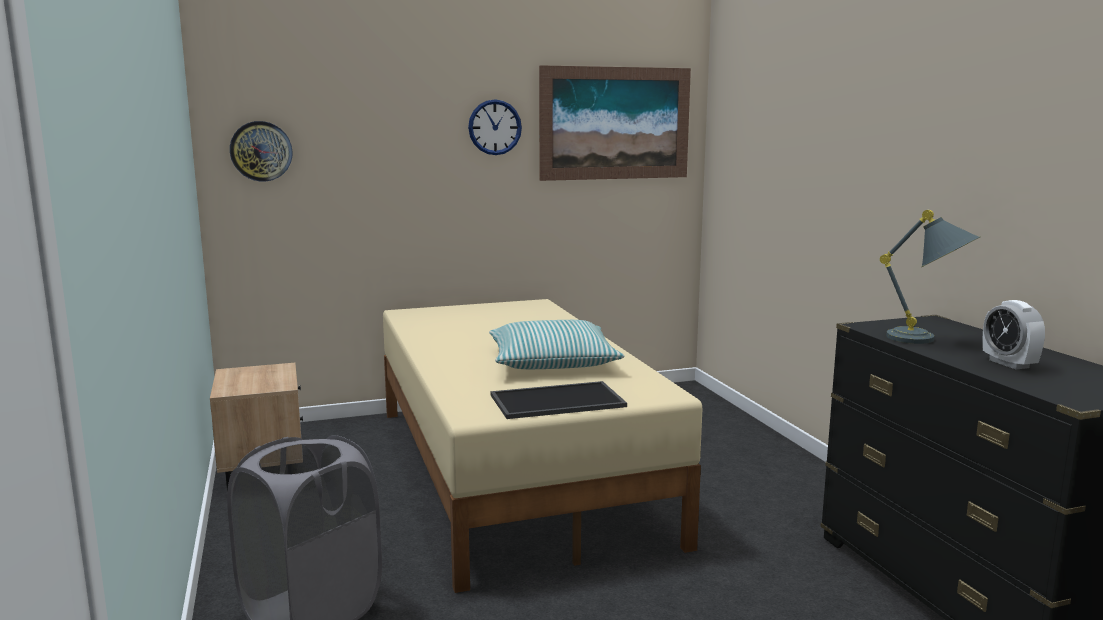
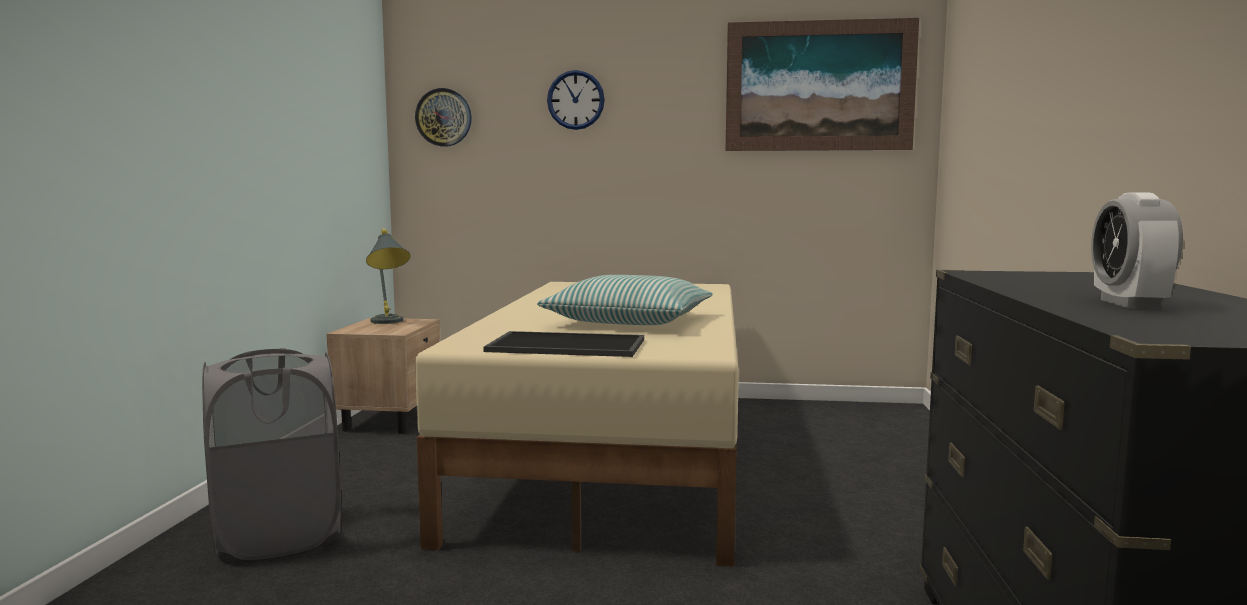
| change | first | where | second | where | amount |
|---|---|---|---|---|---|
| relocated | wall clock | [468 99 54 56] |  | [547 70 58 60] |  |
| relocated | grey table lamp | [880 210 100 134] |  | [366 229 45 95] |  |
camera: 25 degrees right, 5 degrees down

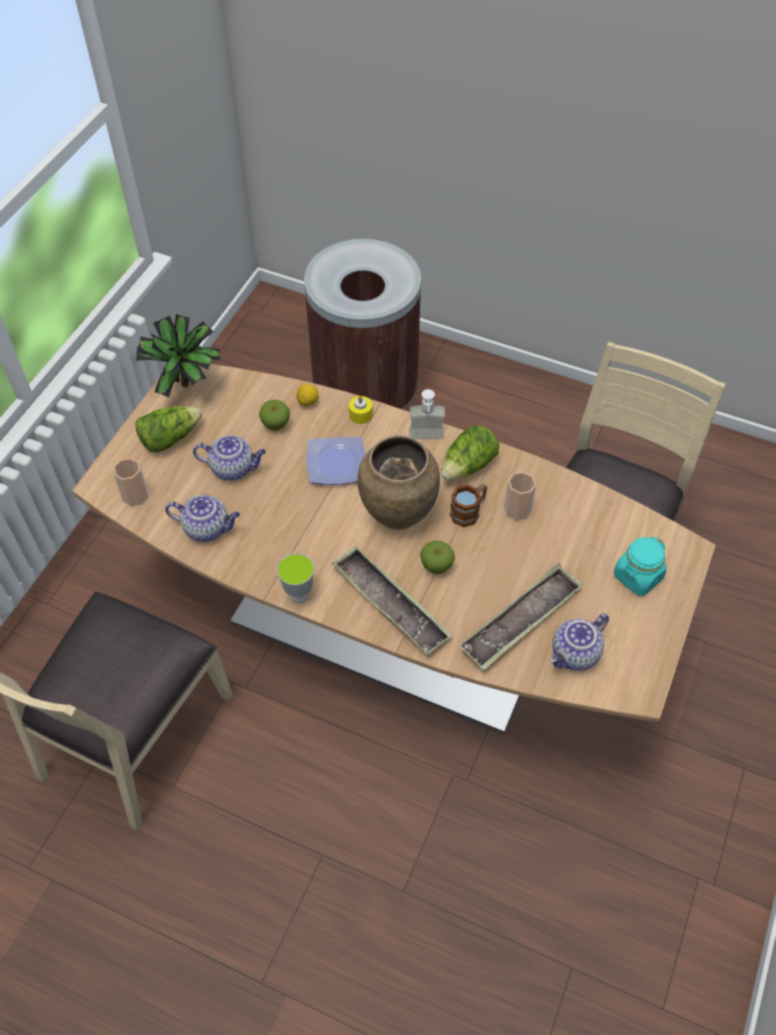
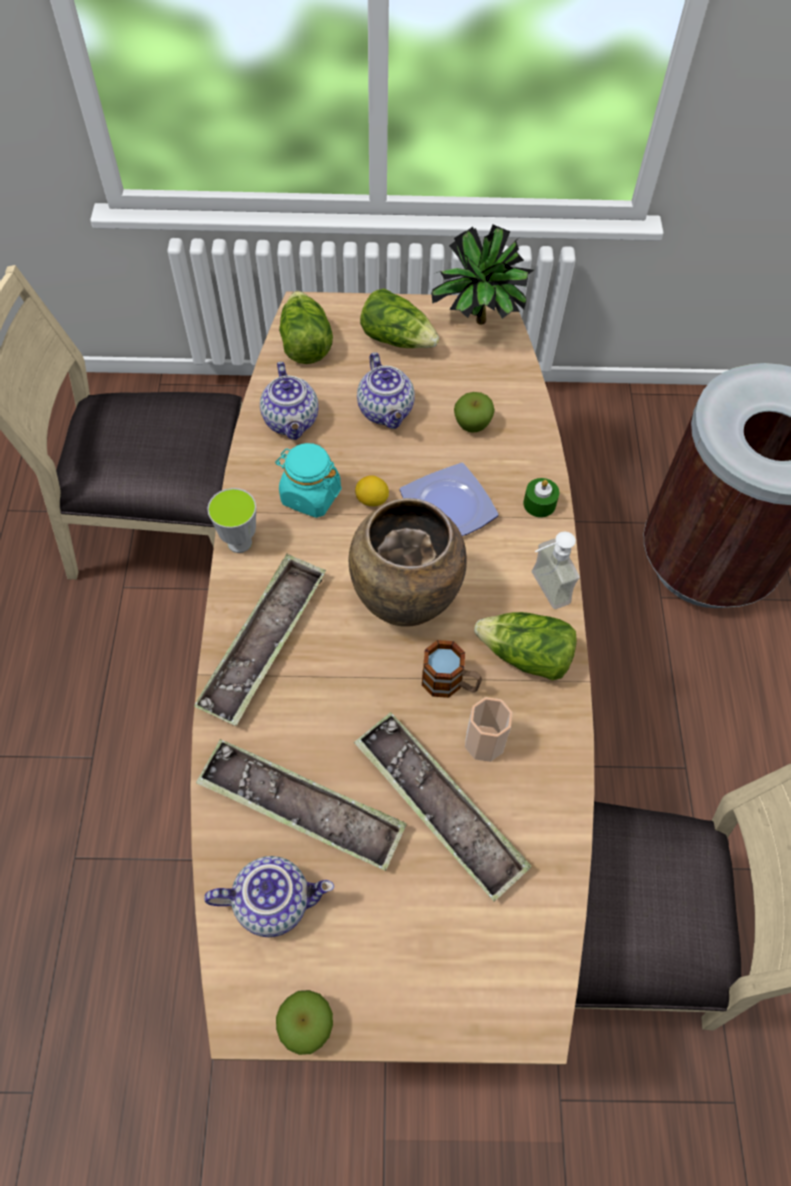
| change | first | where | second | where | amount |
|---|---|---|---|---|---|
| exchanged | cup | [113 458 36 48] | lettuce | [279 291 54 73] |  |
| relocated | lemon | [296 384 23 22] |  | [355 475 34 31] |  |
| colour | yellow candle | [349 396 24 28] | green candle | [523 478 36 40] |  |
| relocated | apple | [420 541 35 33] |  | [276 990 57 65] |  |
| spun | teapot | [549 613 60 58] |  | [204 856 130 81] | 150 degrees clockwise |
| relocated | turquoise jar | [614 537 52 59] |  | [275 443 66 75] |  |
| appeared |  |  | tray | [354 712 177 190] |  |
camera: 65 degrees right, 5 degrees up

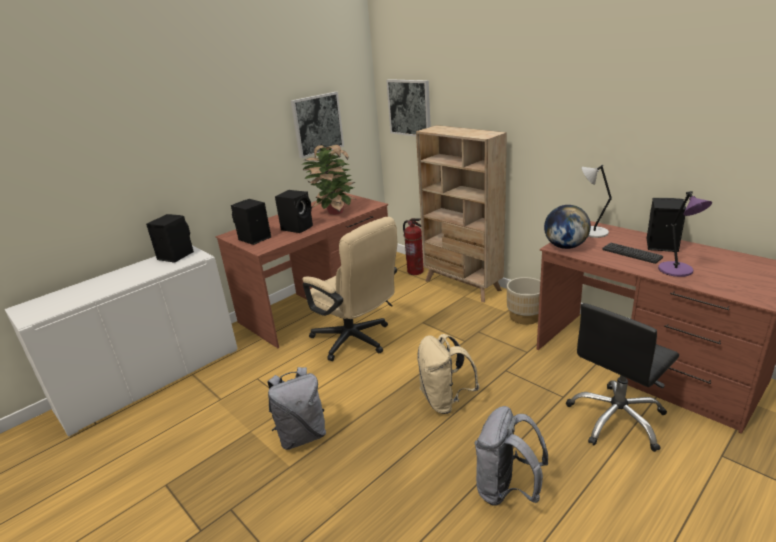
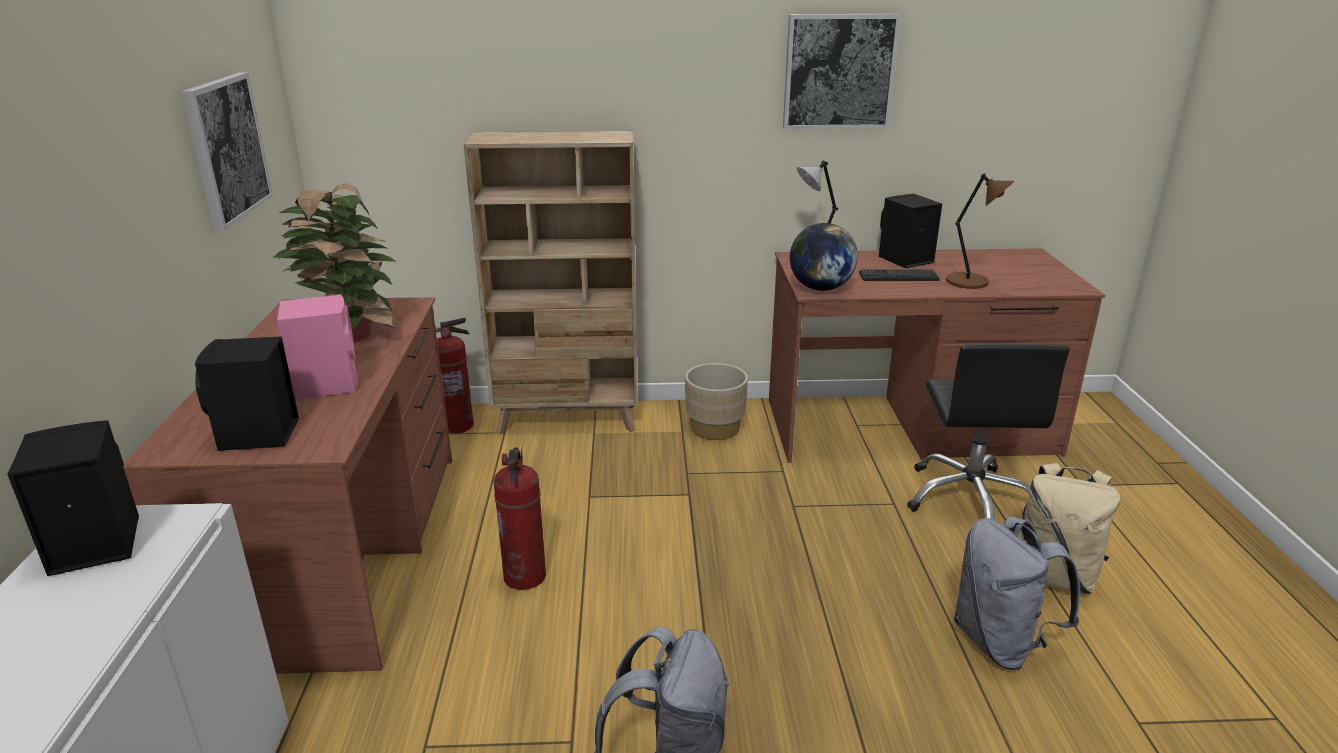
| change | first | where | second | where | amount |
|---|---|---|---|---|---|
| colour | black speaker | [275 190 38 43] | pink speaker | [277 294 81 106] |  |
| exchanged | beige office chair | [303 217 94 144] | fire extinguisher | [494 447 52 143] |  |
| relocated | picture | [386 79 45 58] |  | [783 14 118 115] |  |
| relocated | beige backpack | [417 334 62 80] |  | [1021 463 99 131] |  |
| colour | purple table lamp | [658 191 54 86] | brown table lamp | [946 173 68 116] |  |
camera: 50 degrees left, 0 degrees up

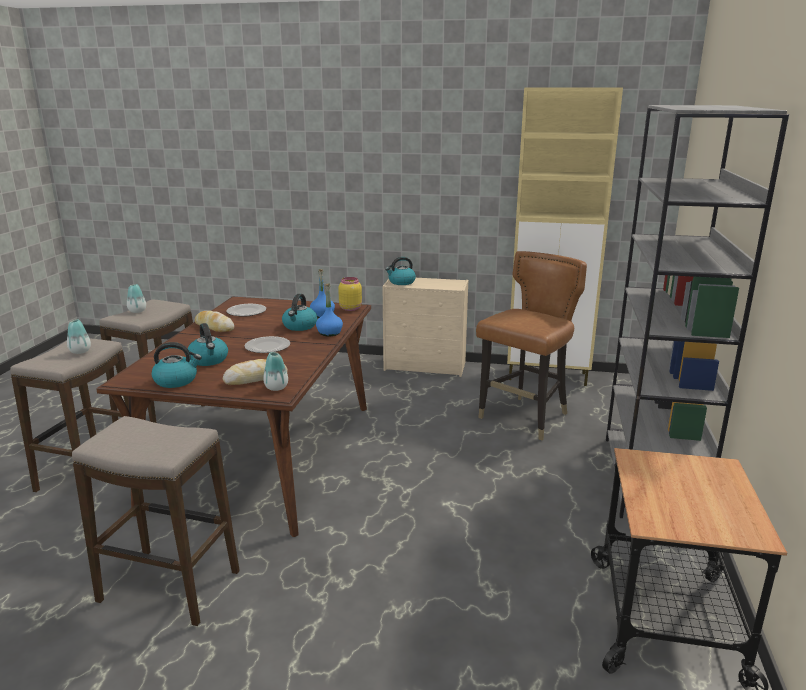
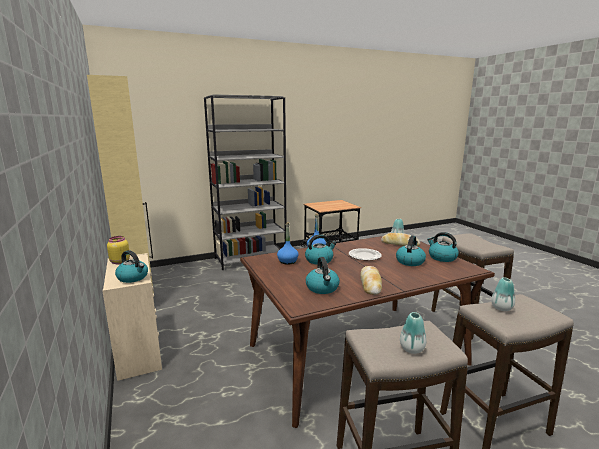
| change | first | where | second | where | amount |
|---|---|---|---|---|---|
| exchanged | plate | [226 304 40 13] | kettle | [306 257 34 37] |  |
| relocated | yellow jar | [338 277 24 34] |  | [107 236 23 28] |  |
| missing | brown chair | [476 251 111 189] |  |  |  |
camera: 125 degrees left, 5 degrees down

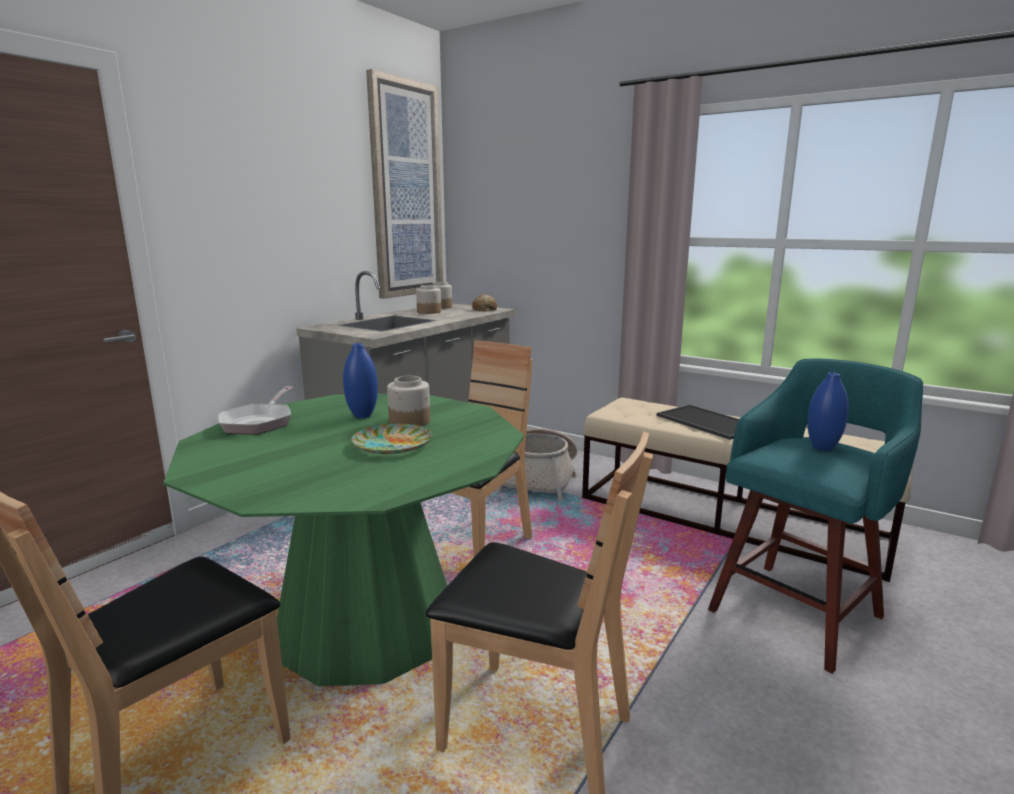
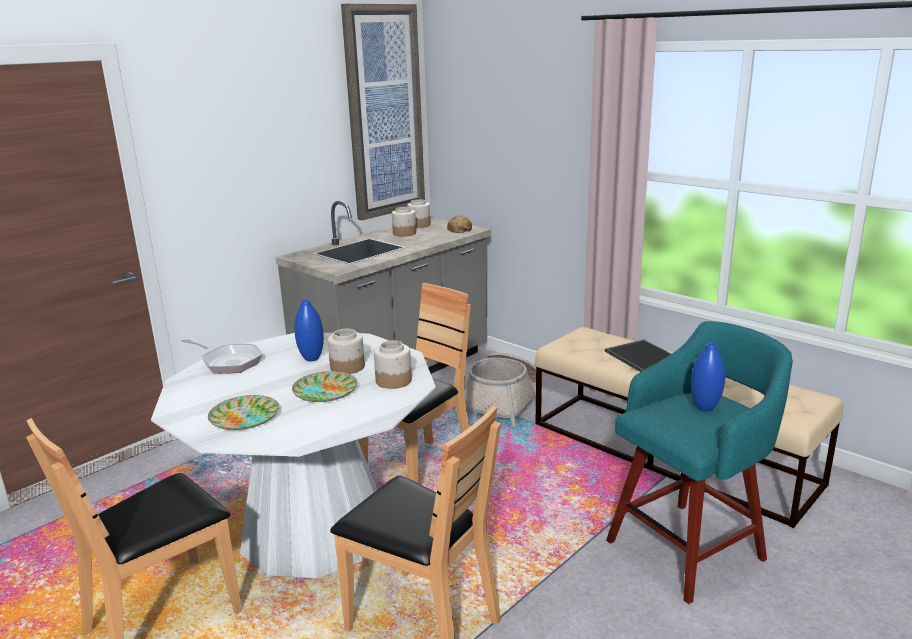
| change | first | where | second | where | amount |
|---|---|---|---|---|---|
| colour | green dining table | [164 394 360 292] | white dining table | [151 333 285 245] |  |
| spun | frying pan | [217 386 76 48] |  | [181 339 81 35] | 75 degrees counterclockwise |
| appeared |  |  | plate | [208 395 71 35] |  |
| appeared |  |  | jar | [374 340 38 49] |  |
camera: 10 degrees right, 5 degrees up

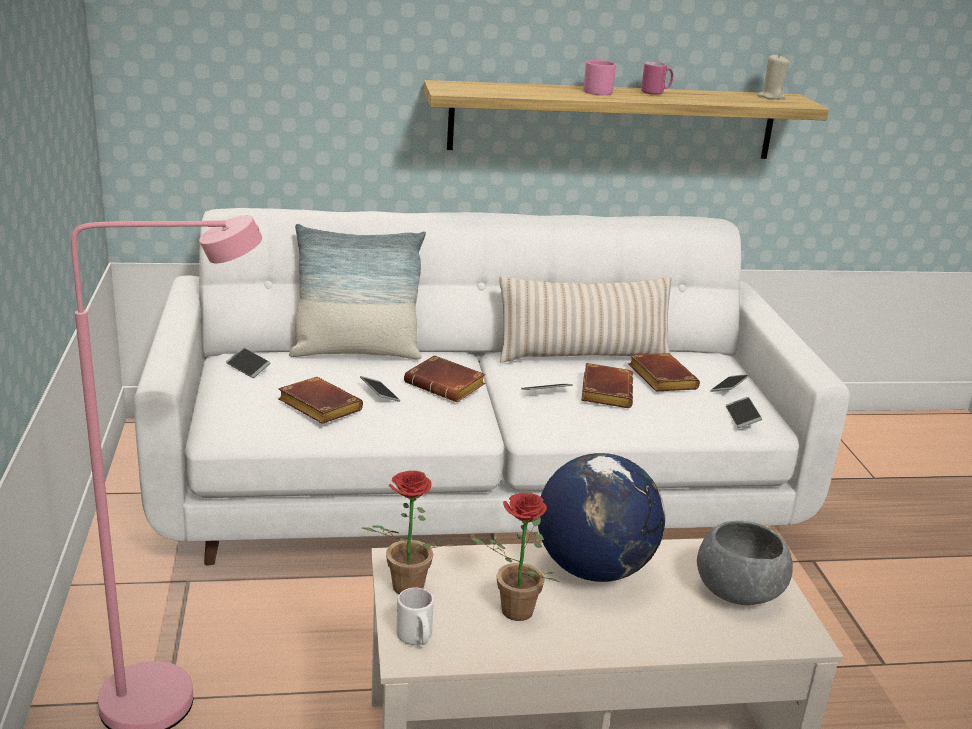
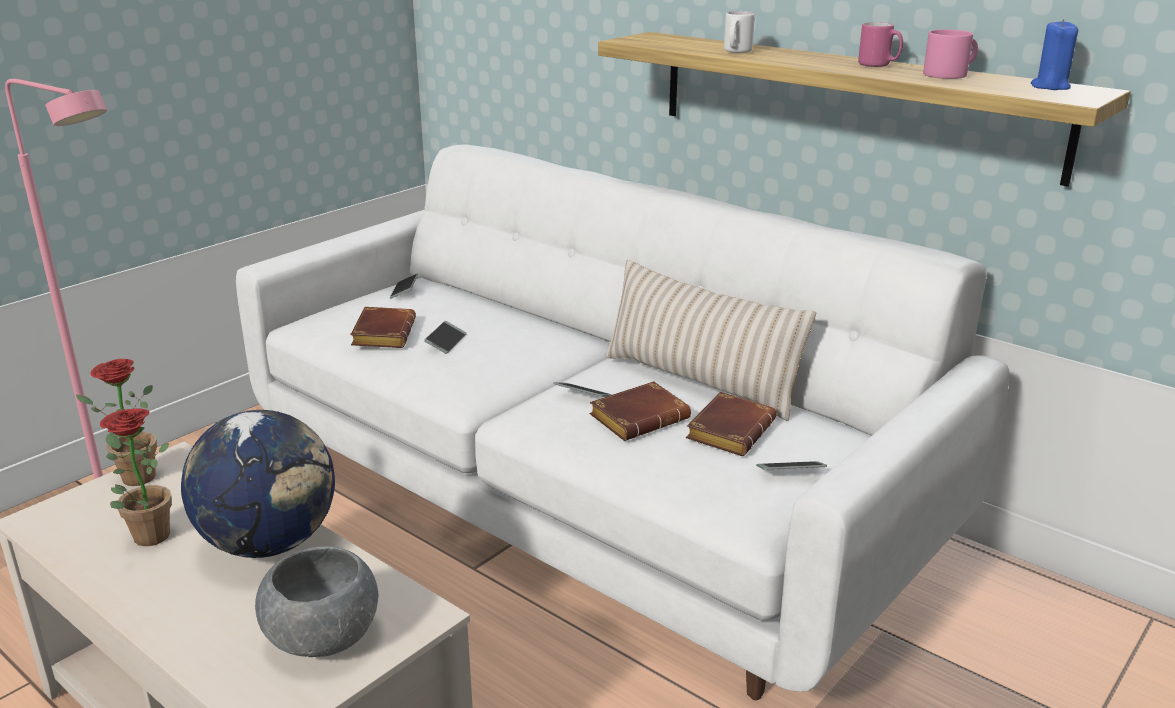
| change | first | where | second | where | amount |
|---|---|---|---|---|---|
| missing | pillow | [289 224 137 135] |  |  |  |
| relocated | white mug | [396 588 38 57] |  | [724 11 31 42] |  |
| missing | brown book | [404 355 82 47] |  |  |  |
| relocated | pink mug | [583 60 33 35] |  | [923 29 55 50] |  |
| missing | phone | [726 397 36 31] |  |  |  |
| colour | beige candle | [758 54 31 45] | blue candle | [1031 19 47 71] |  |
camera: 50 degrees right, 0 degrees up

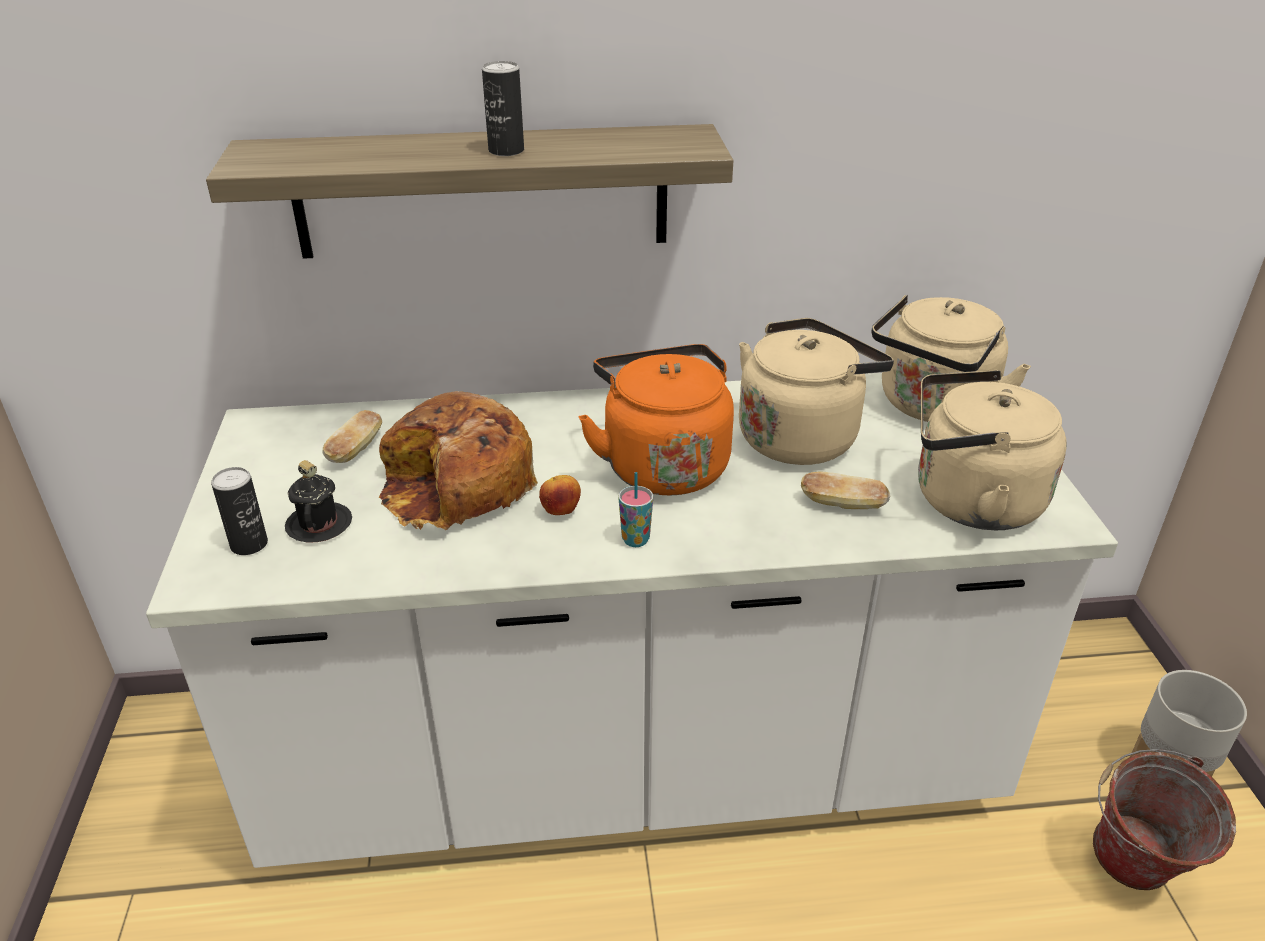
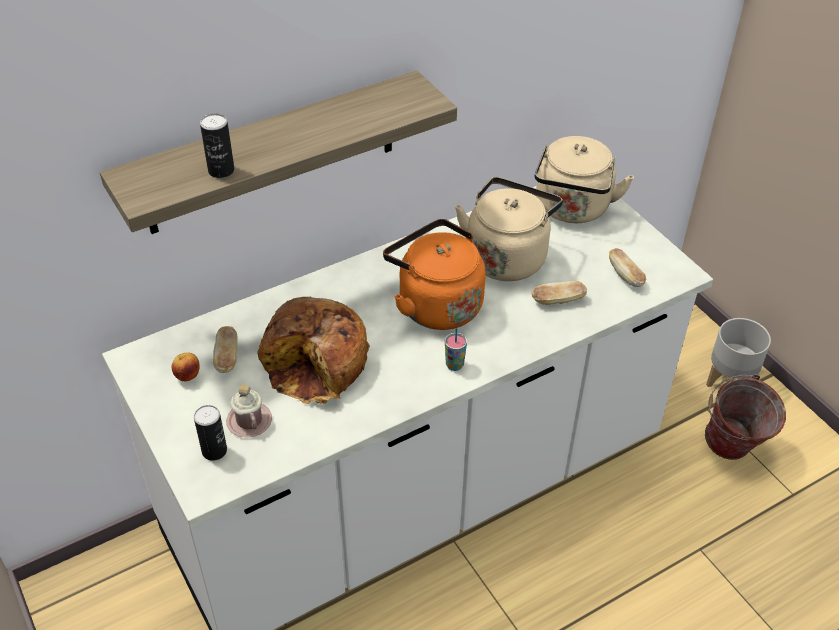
| change | first | where | second | where | amount |
|---|---|---|---|---|---|
| colour | black mug | [285 460 67 83] | pink mug | [226 385 46 53] |  |
| relocated | can | [482 61 42 95] |  | [200 113 34 65] |  |
| relocated | apple | [539 475 42 40] |  | [172 352 28 29] |  |
| exchanged | beige kettle | [918 370 149 160] | bread | [609 248 37 39] |  |
camera: 25 degrees left, 10 degrees up

